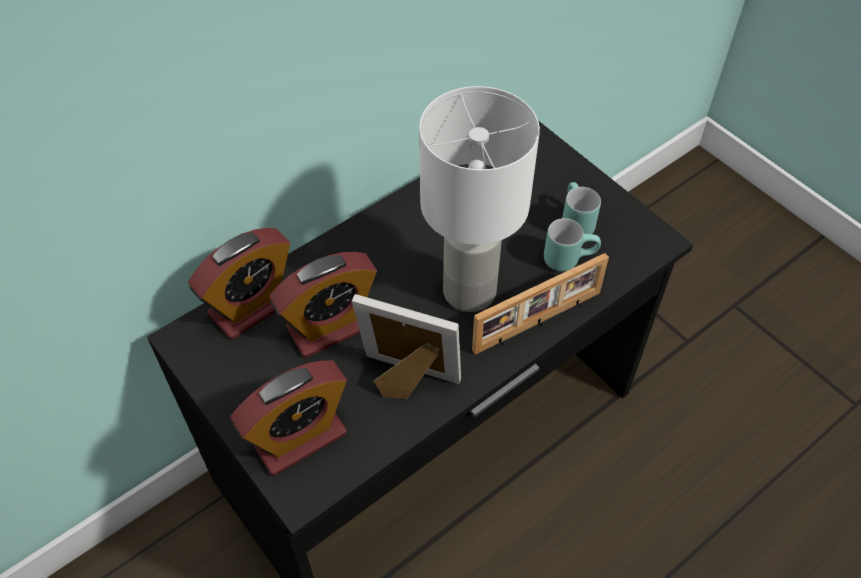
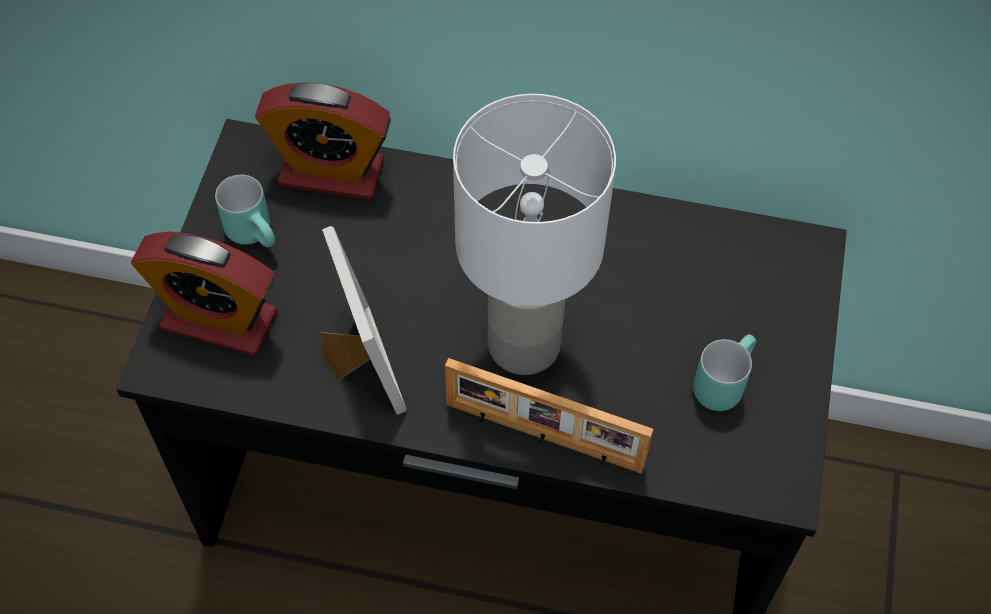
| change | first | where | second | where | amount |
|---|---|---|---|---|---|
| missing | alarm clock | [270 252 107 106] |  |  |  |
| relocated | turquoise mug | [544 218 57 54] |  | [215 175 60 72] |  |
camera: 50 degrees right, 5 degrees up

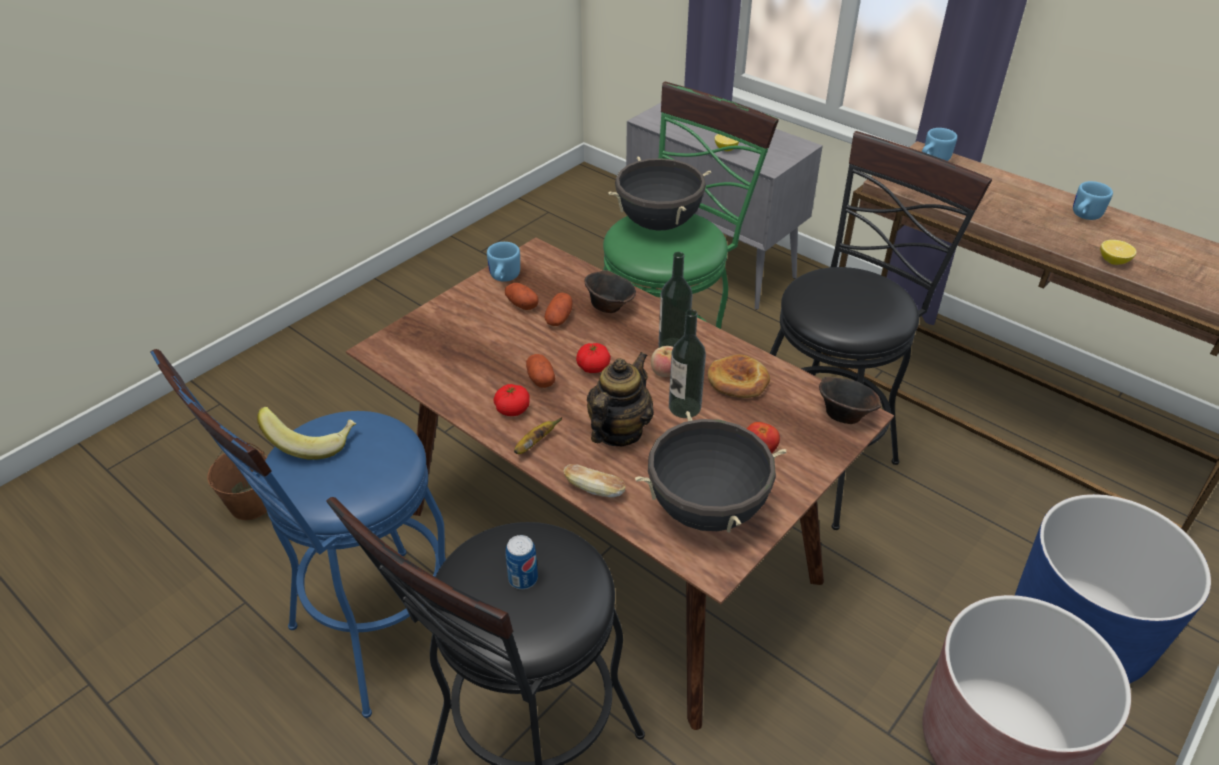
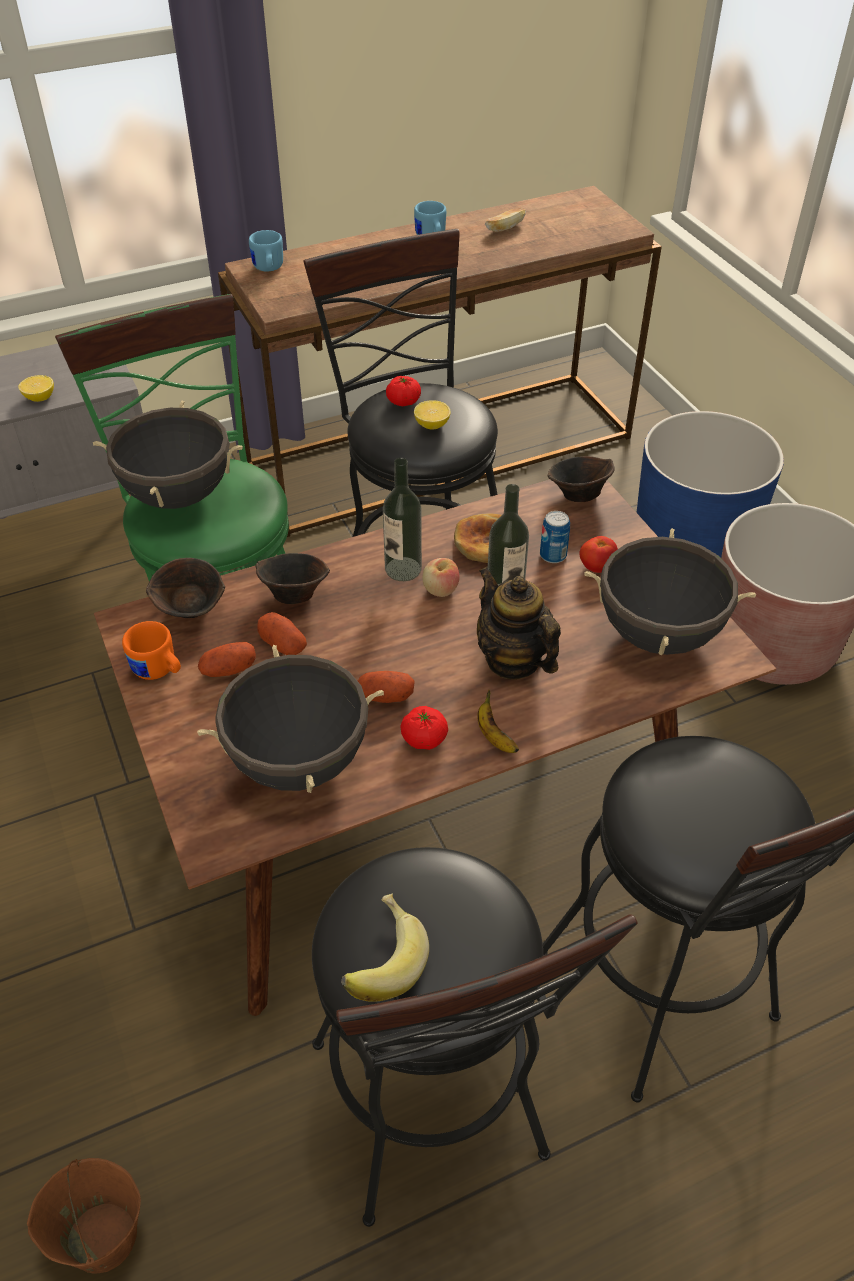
| change | first | where | second | where | amount |
|---|---|---|---|---|---|
| colour | blue stool | [150 349 296 369] | black stool | [312 847 326 380] |  |
| colour | blue mug | [487 242 33 40] | orange mug | [122 621 59 59] |  |
| relocated | can | [505 535 33 54] |  | [540 511 30 52] |  |
| relocated | bread | [564 464 61 34] |  | [485 208 41 24] |  |
| relocated | tomato | [576 343 35 30] |  | [386 376 35 30] |  |
| relocated | lemon | [1100 240 36 25] |  | [414 400 37 29] |  |
| appeared |  |  | brown bowl | [146 558 79 60] |  |
| appeared |  |  | black cooking pot | [197 645 187 148] |  |
camera: 65 degrees left, 5 degrees up

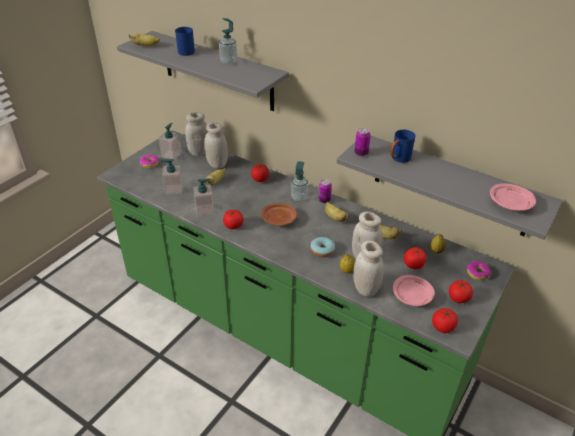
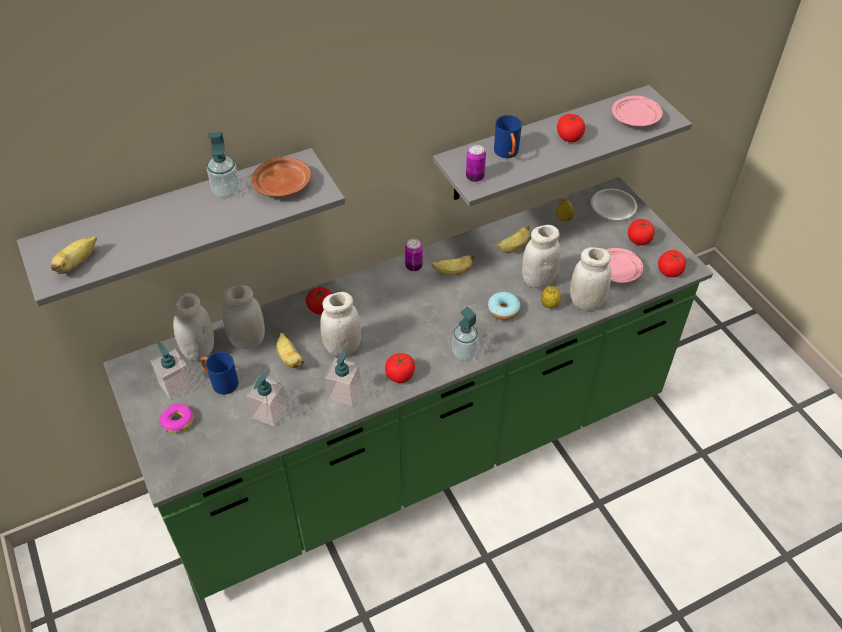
| change | first | where | second | where | amount |
|---|---|---|---|---|---|
| relocated | blue mug | [175 27 20 29] |  | [201 352 38 43] |  |
| relocated | brown plate | [261 203 36 23] |  | [252 157 59 40] |  |
| relocated | soap dispenser | [291 161 17 41] |  | [452 307 27 54] |  |
| relocated | tomato | [404 247 22 22] |  | [557 114 28 28] |  |
| exchanged | donut | [467 261 24 19] | white plate | [591 189 46 31] |  |
| appeared |  |  | white jar | [320 292 41 65] |  |
camera: 60 degrees left, 10 degrees up

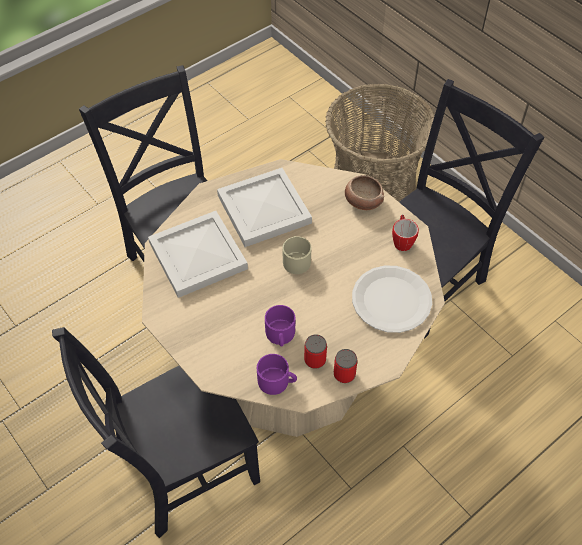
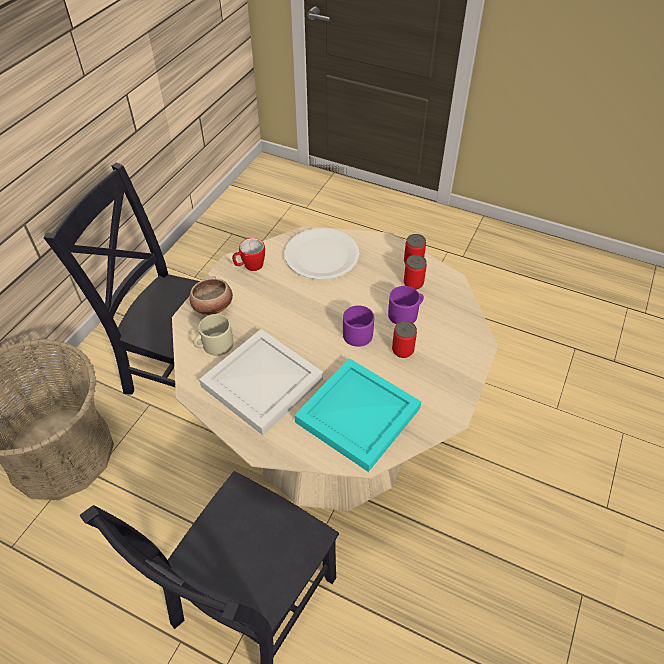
| change | first | where | second | where | amount |
|---|---|---|---|---|---|
| missing | black chair | [52 327 208 211] |  |  |  |
| colour | white tray | [148 211 100 87] | turquoise tray | [294 358 127 114] |  |
| relocated | purple mug | [257 354 40 41] |  | [343 305 31 42] |  |
| relocated | beige mug | [282 236 29 38] |  | [193 314 40 42] |  |
| appeared |  |  | can | [392 321 25 37] |  |
camera: 115 degrees left, 5 degrees down

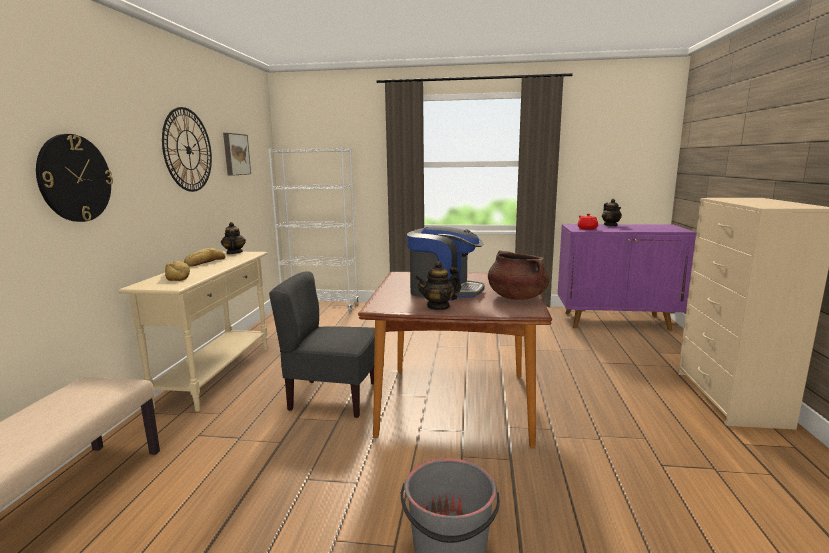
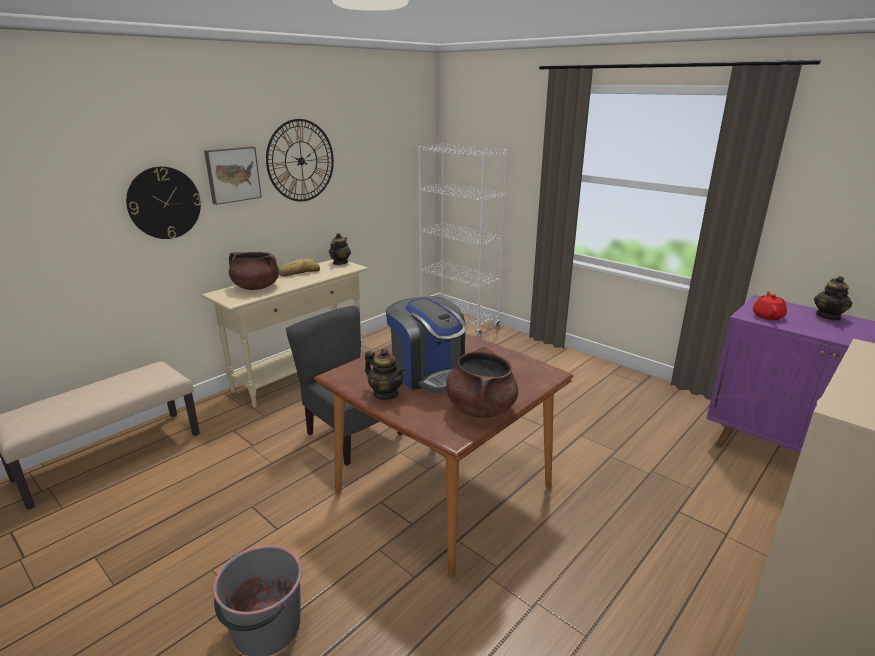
| change | first | where | second | where | amount |
|---|---|---|---|---|---|
| exchanged | bread | [165 261 25 20] | brown cooking pot | [229 252 50 38] |  |
| relocated | picture | [223 133 28 43] |  | [204 146 58 59] |  |
| spun | teapot | [415 261 46 49] |  | [365 348 40 52] | 150 degrees counterclockwise |
camera: 35 degrees right, 10 degrees up

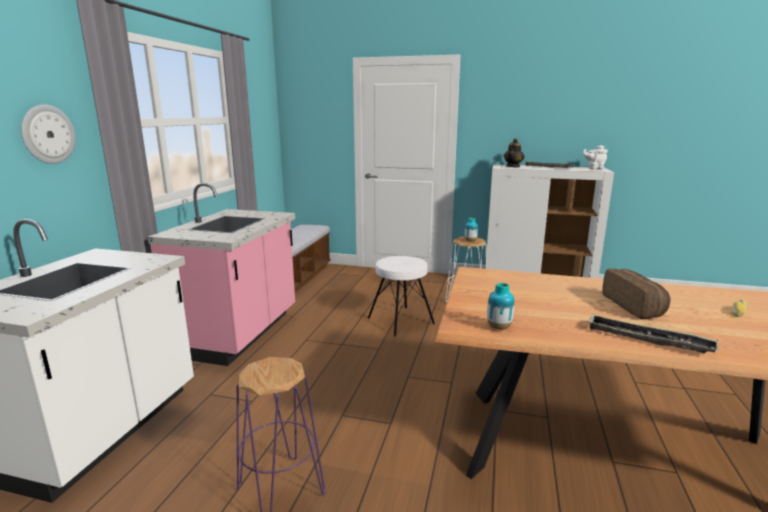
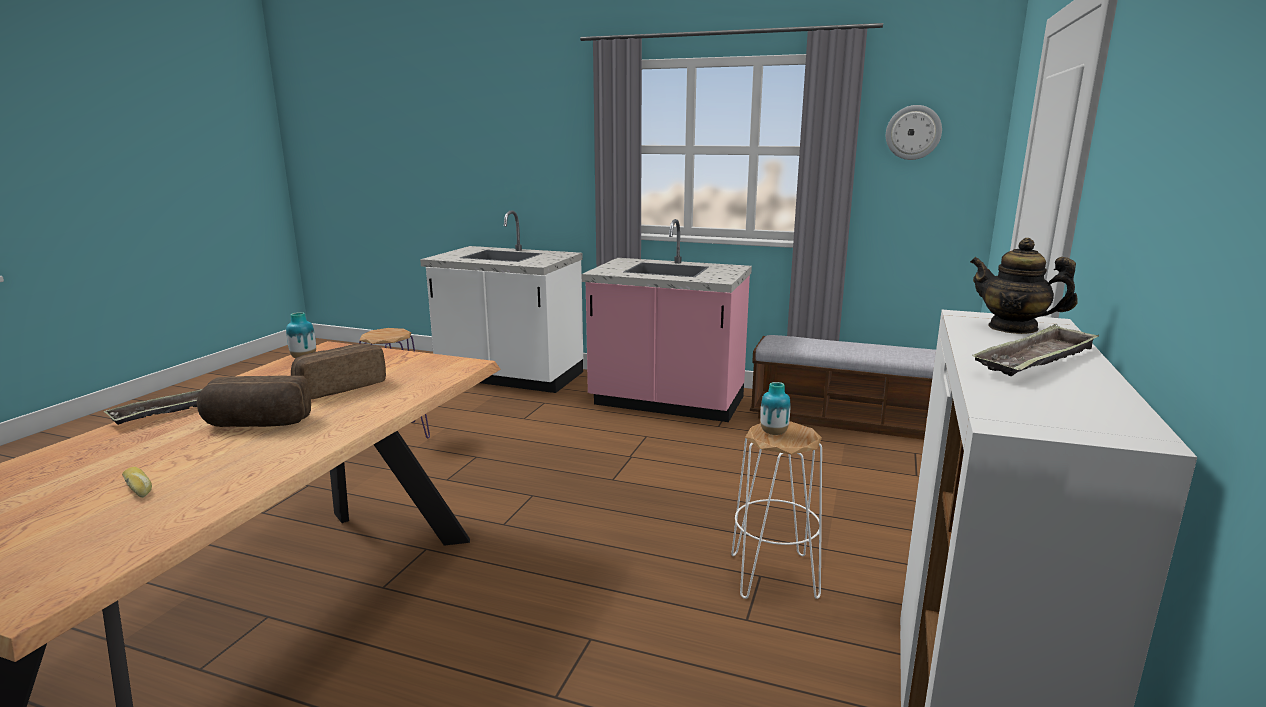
| change | first | where | second | where | amount |
|---|---|---|---|---|---|
| relocated | wall clock | [21 105 55 59] |  | [886 105 56 55] |  |
| missing | white stool | [368 256 67 81] |  |  |  |
| missing | white teapot | [583 145 25 24] |  |  |  |
| appeared |  |  | bread | [291 344 95 55] |  |
camera: 95 degrees right, 0 degrees up

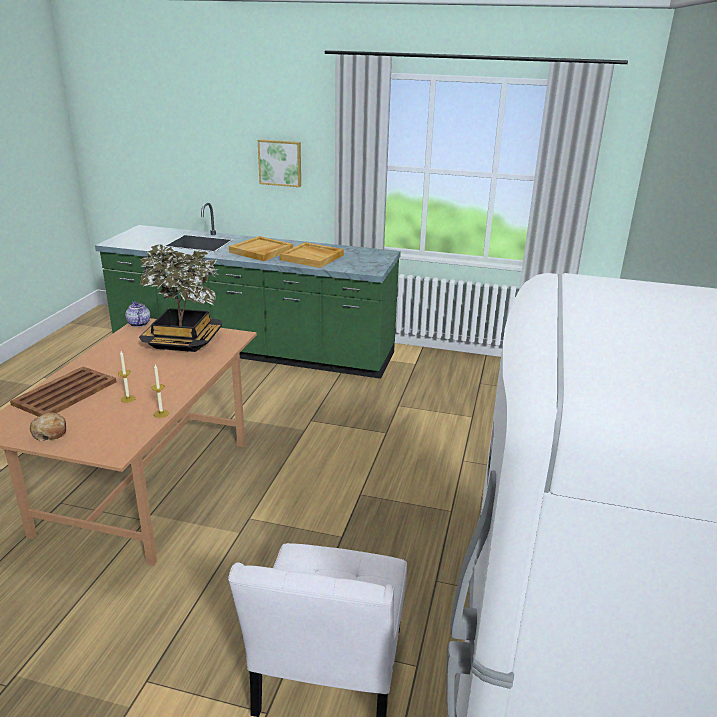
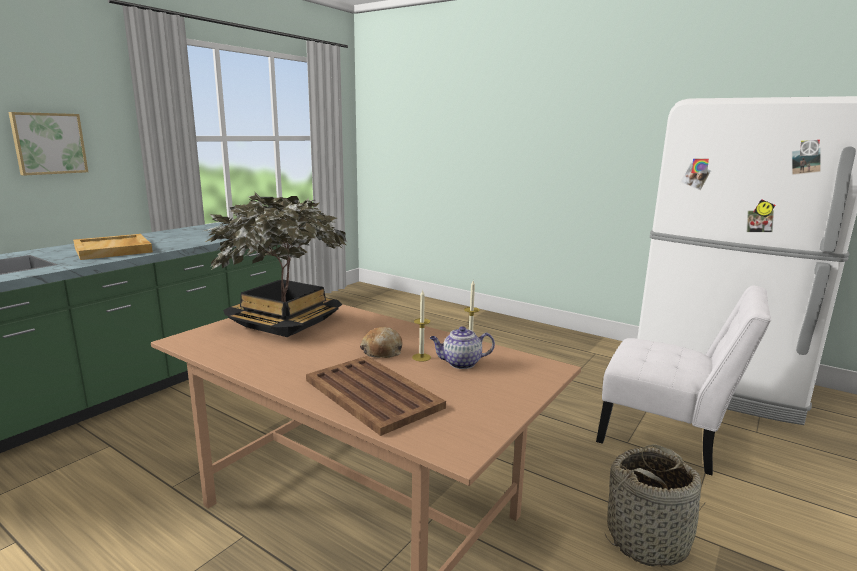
| change | first | where | second | where | amount |
|---|---|---|---|---|---|
| relocated | bread | [30 412 36 29] |  | [360 327 43 31] |  |
| relocated | teapot | [125 302 25 25] |  | [430 326 65 43] |  |
| missing | beige tray | [280 242 64 26] |  |  |  |
| appeared |  |  | basket | [604 444 101 122] |  |
camera: 70 degrees left, 10 degrees down

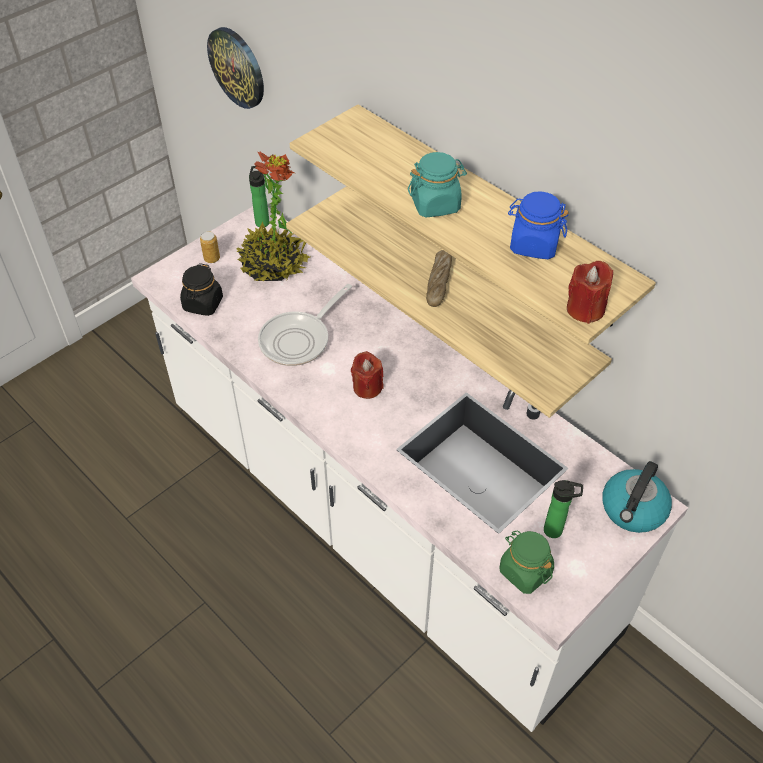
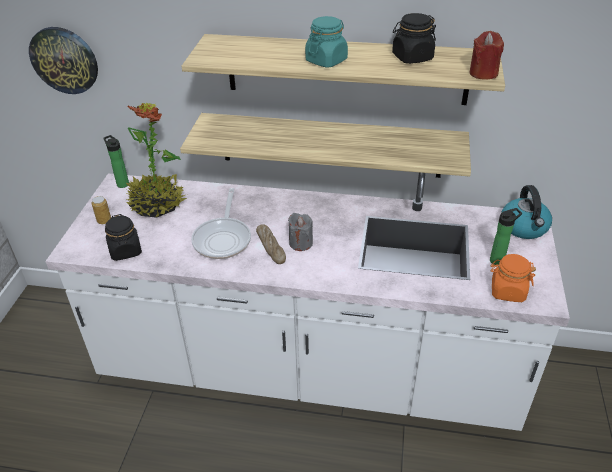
| change | first | where | second | where | amount |
|---|---|---|---|---|---|
| colour | red candle | [351 351 33 48] | grey candle | [288 213 25 38] |  |
| relocated | bread | [426 250 26 57] |  | [256 224 30 40] |  |
| colour | green jar | [500 530 54 64] | orange jar | [490 254 46 48] |  |
| colour | blue jar | [508 191 60 68] | black jar | [392 13 44 51] |  |
camera: 35 degrees left, 10 degrees down

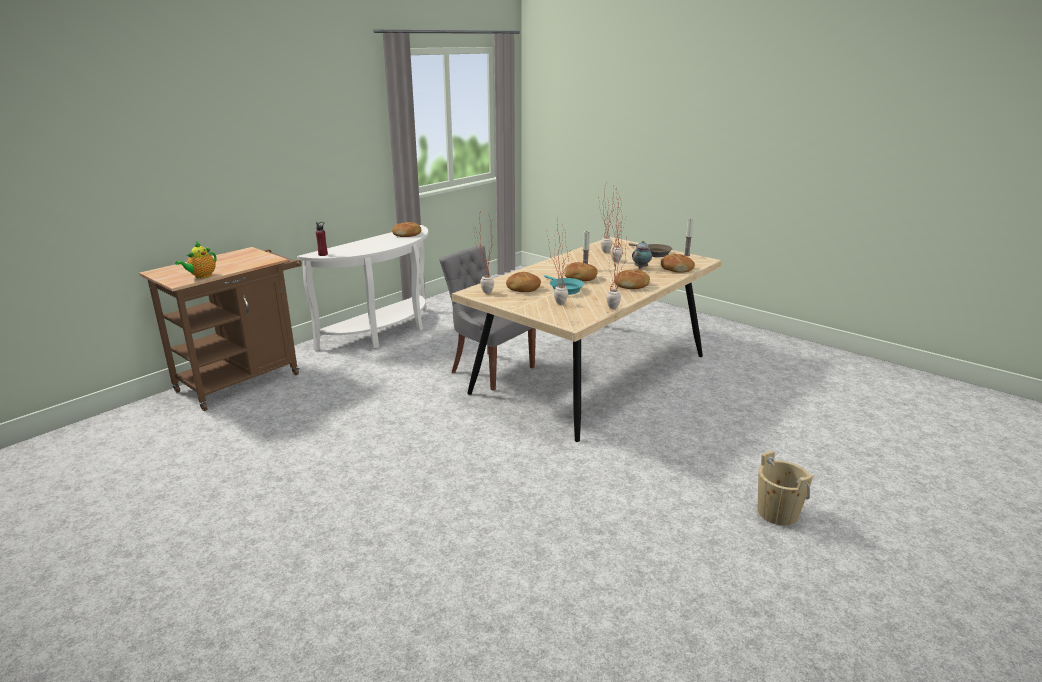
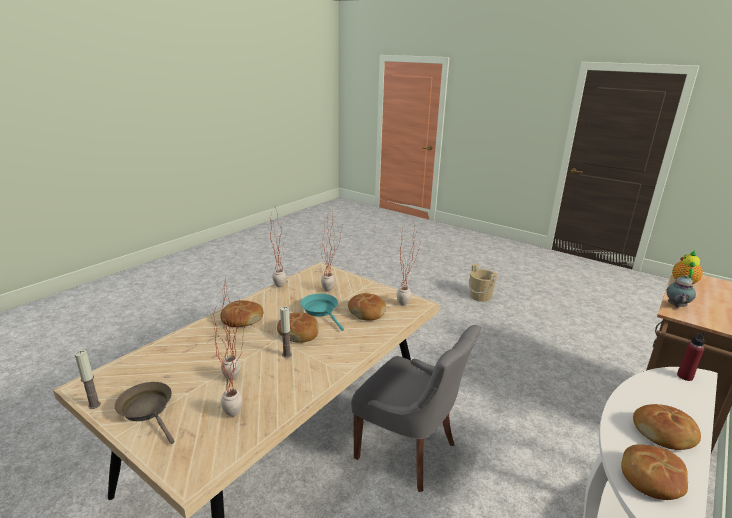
| change | first | where | second | where | amount |
|---|---|---|---|---|---|
| relocated | teapot | [632 241 20 27] |  | [666 275 30 33] |  |
| relocated | bread | [661 254 34 19] |  | [633 404 68 46] |  |
| relocated | beige bucket | [758 451 55 75] |  | [469 264 29 38] |  |
camera: 175 degrees right, 0 degrees up

